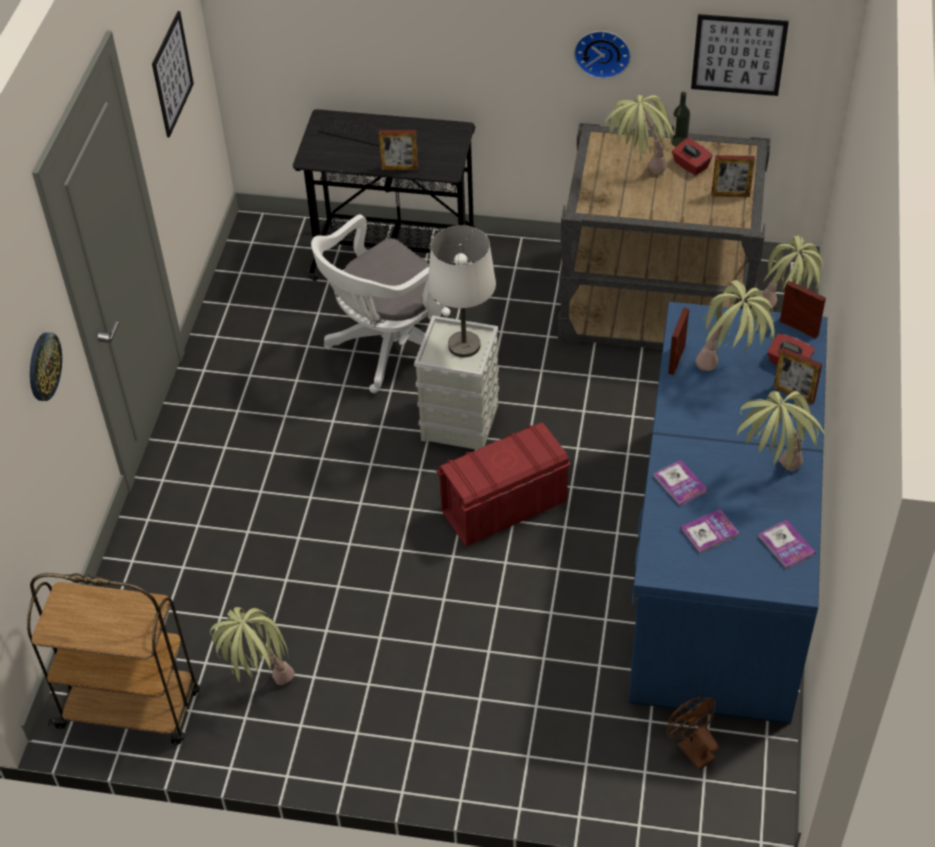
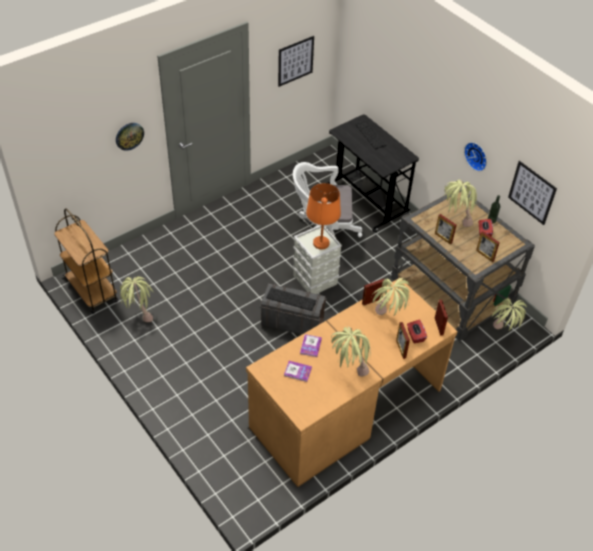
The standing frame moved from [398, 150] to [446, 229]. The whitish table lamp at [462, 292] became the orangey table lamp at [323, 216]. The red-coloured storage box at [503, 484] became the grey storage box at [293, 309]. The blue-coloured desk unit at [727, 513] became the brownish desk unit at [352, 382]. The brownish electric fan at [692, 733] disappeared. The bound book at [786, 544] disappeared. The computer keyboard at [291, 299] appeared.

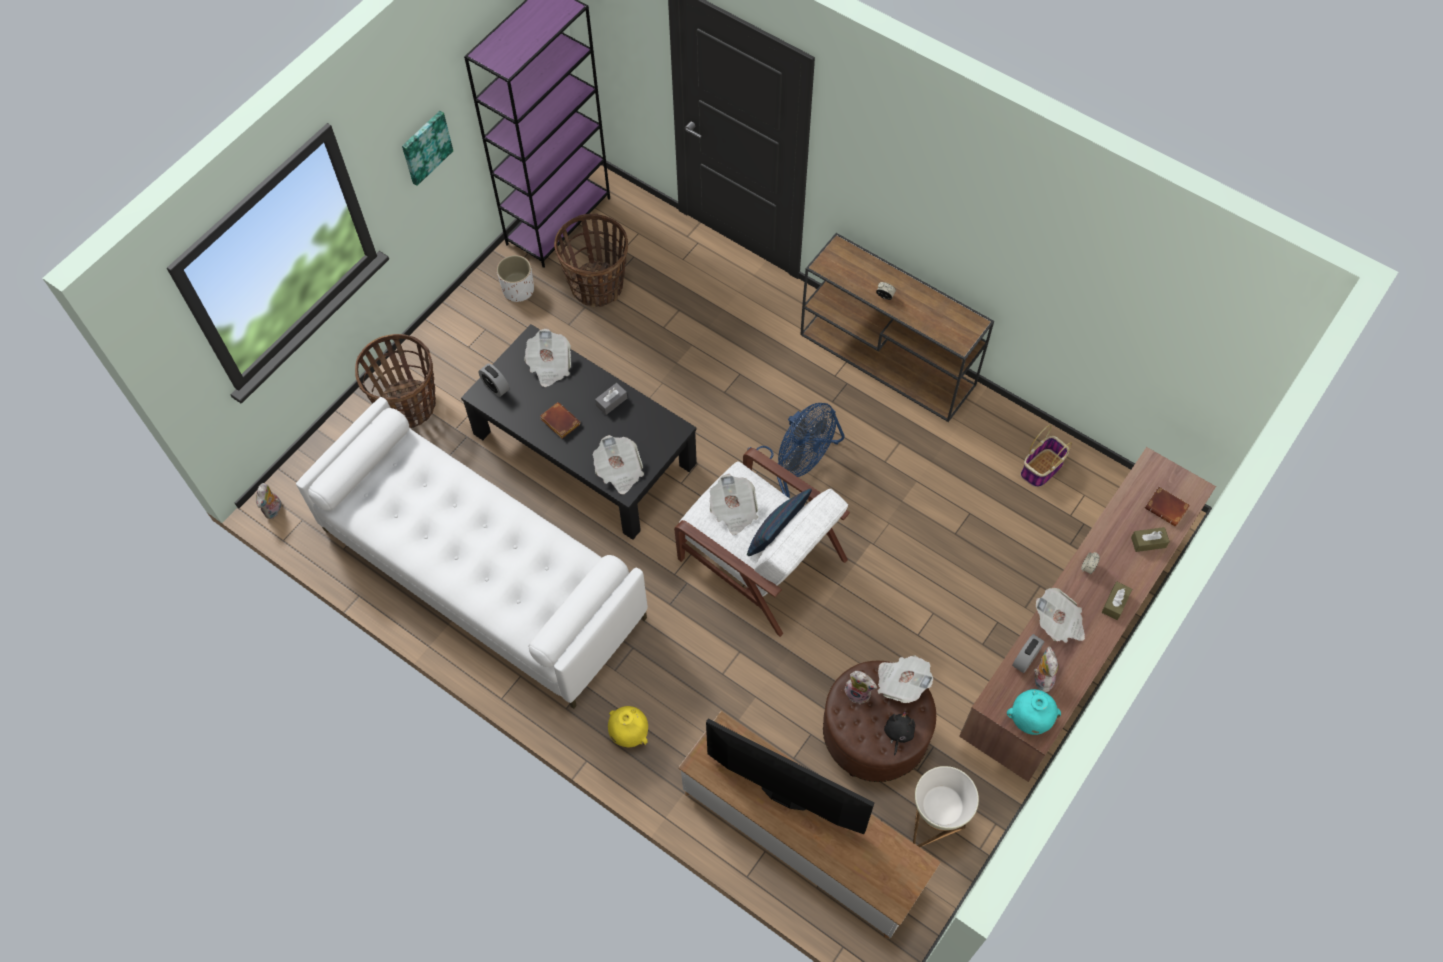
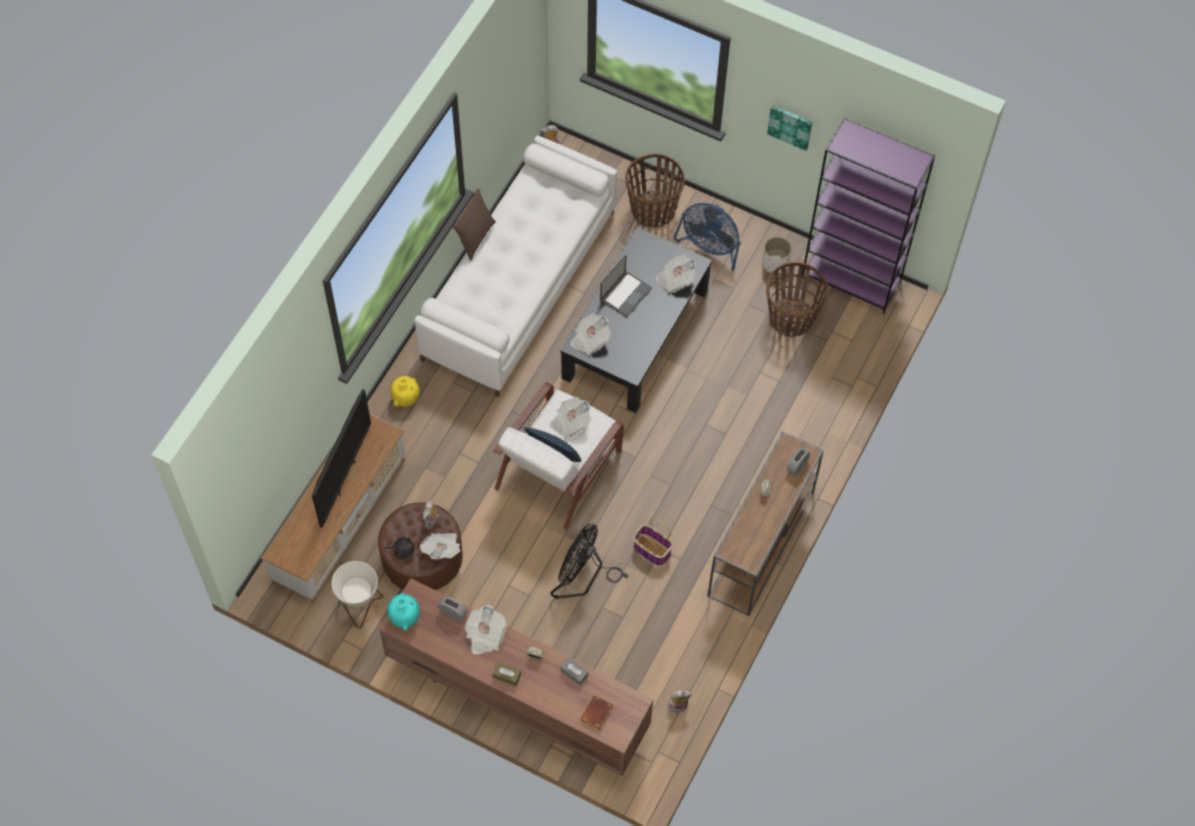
The table clock moved from [494, 380] to [798, 461]. The brownish bound book at [560, 420] was replaced by the portable computer at [626, 286]. The grey box of tissues moved from [611, 399] to [574, 671]. The blue-coloured electric fan moved from [796, 450] to [707, 237]. The household basket moved from [1046, 456] to [653, 542]. The cuddly toy moved from [1046, 669] to [680, 702]. The brownish box of tissues at [1150, 539] disappeared. The brownish cushion at [474, 224] appeared. The blackish electric fan at [589, 561] appeared.

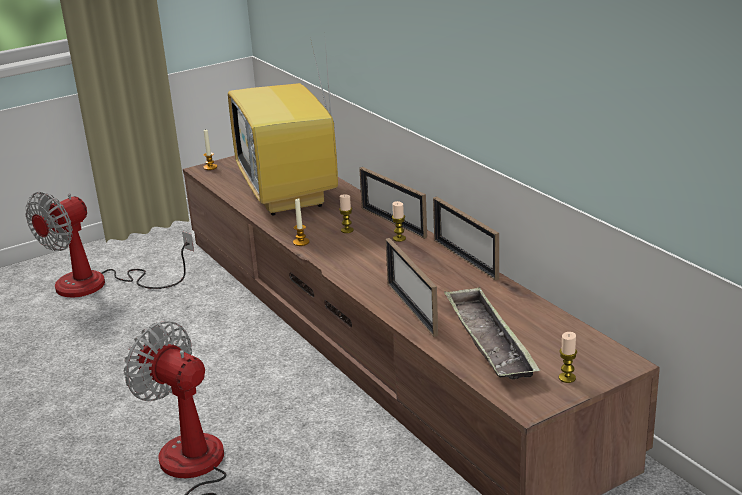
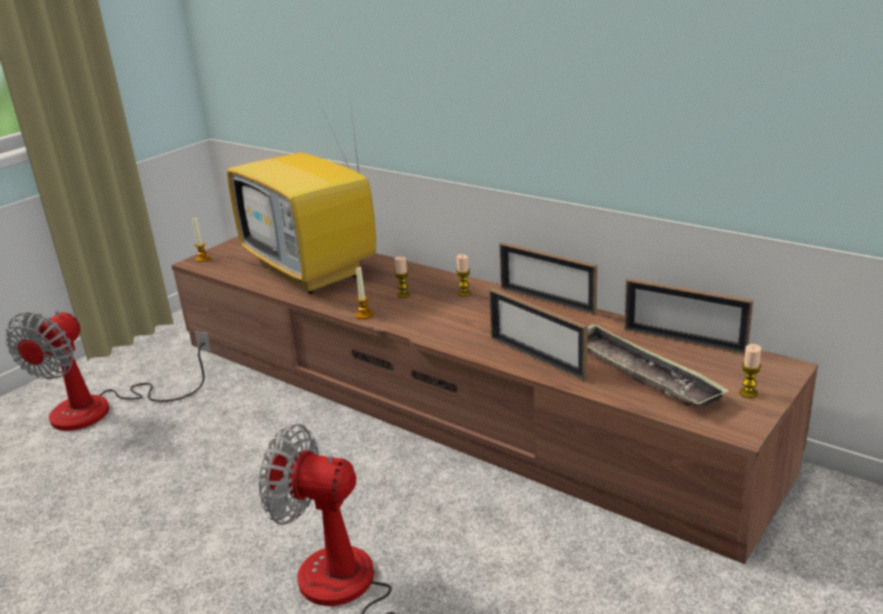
The standing frame moved from [393, 203] to [688, 316].

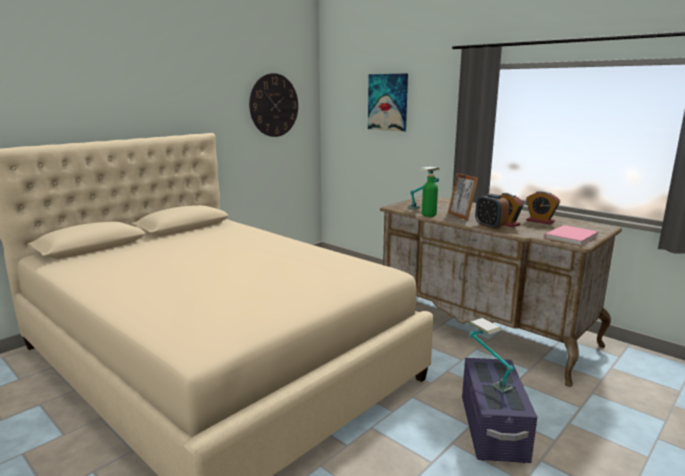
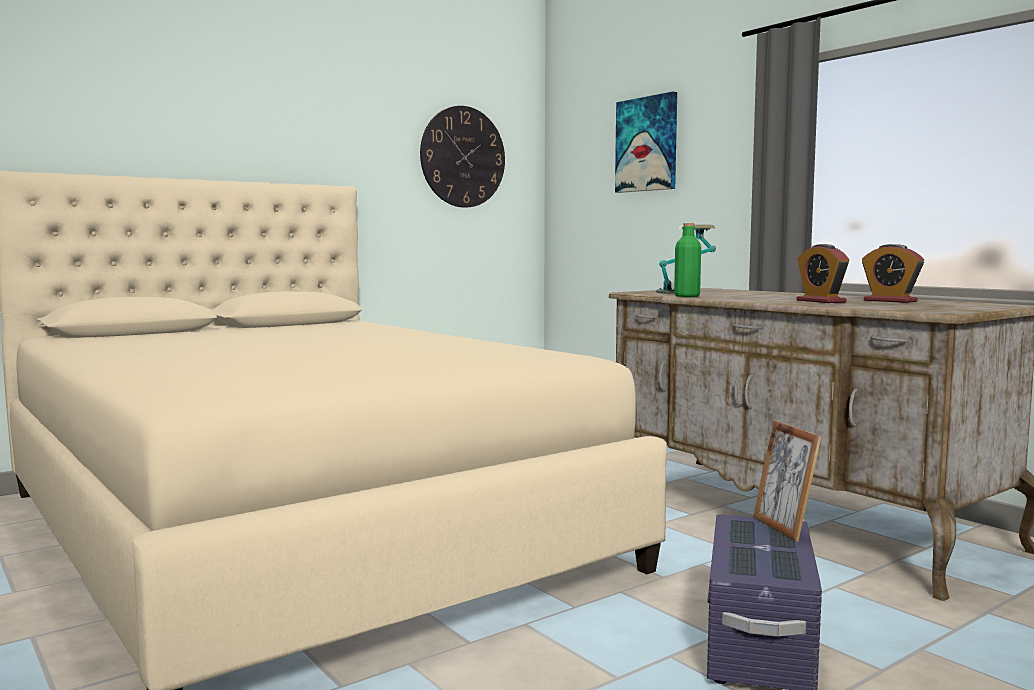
The standing frame moved from [463, 196] to [787, 481]. The table lamp at [491, 355] disappeared. The table clock at [492, 211] disappeared. The pink bound book at [571, 235] disappeared.

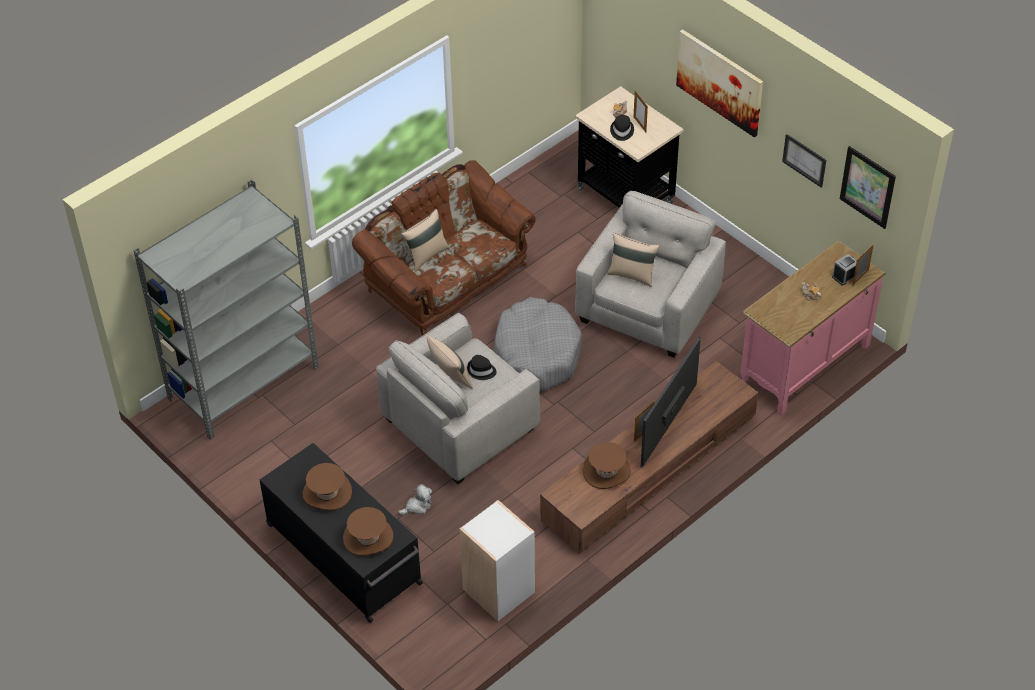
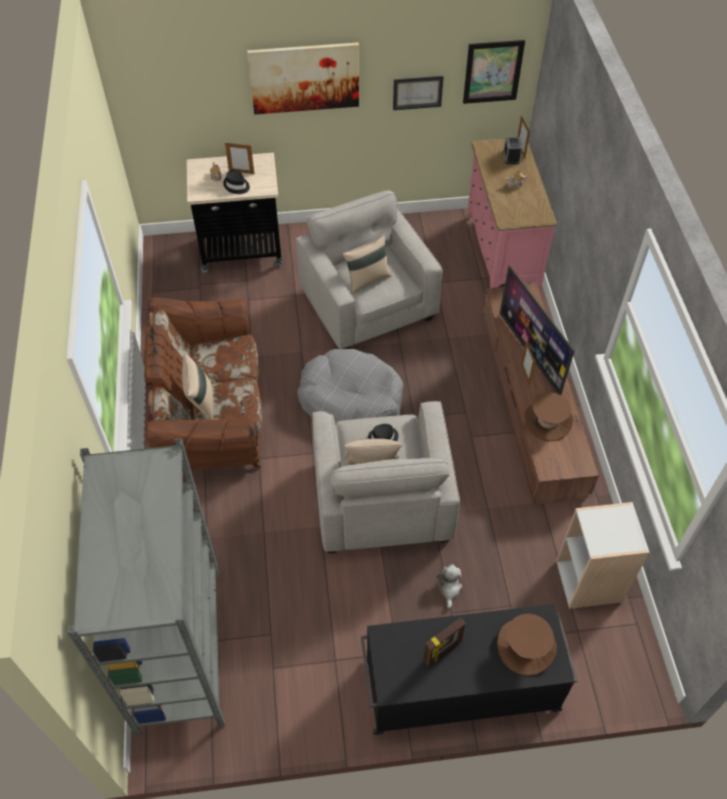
The brownish hat at [327, 486] was replaced by the standing frame at [444, 641].

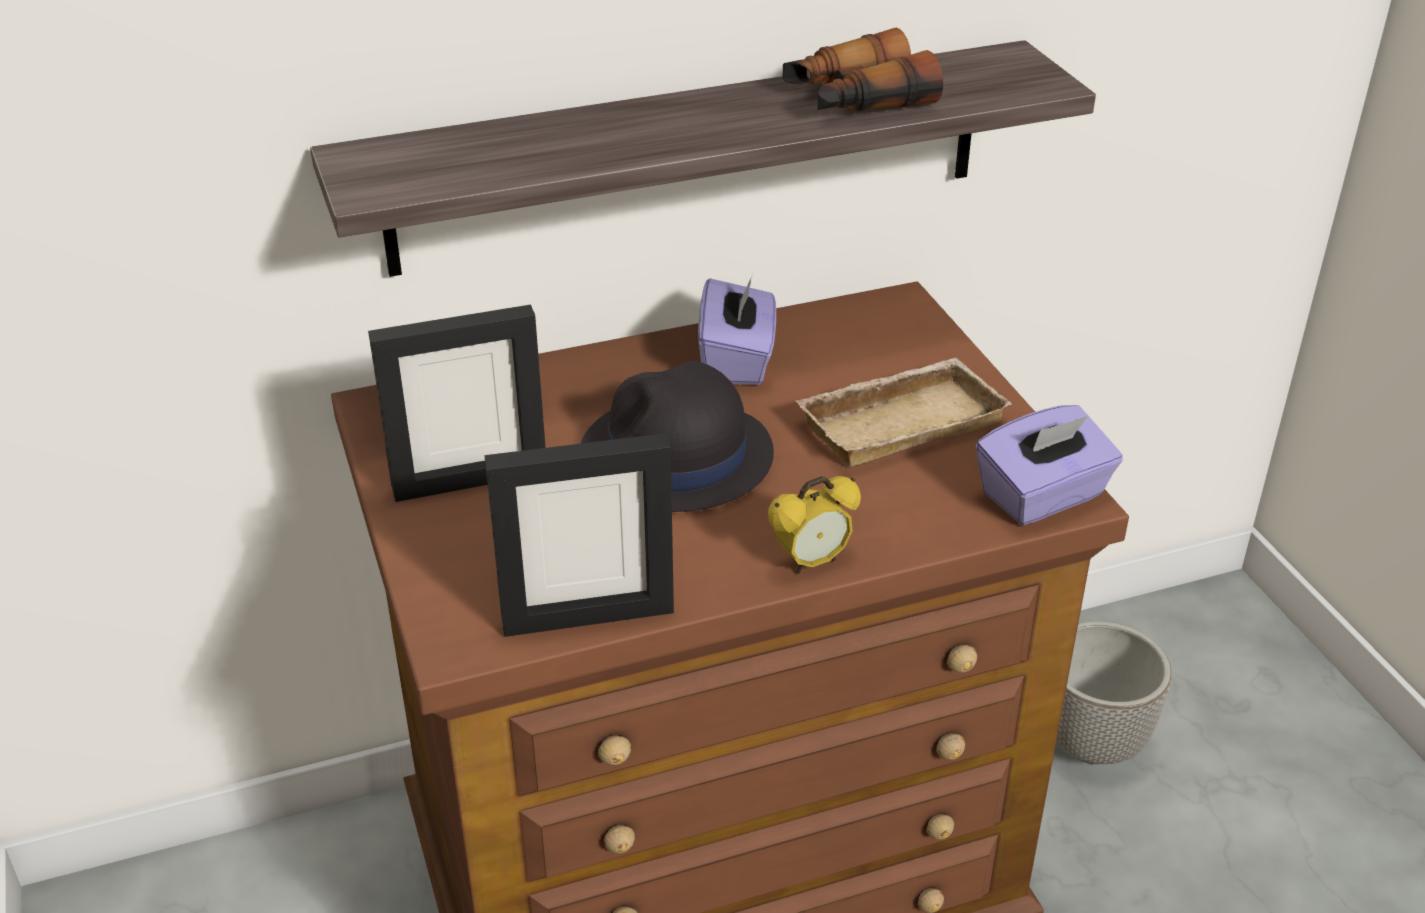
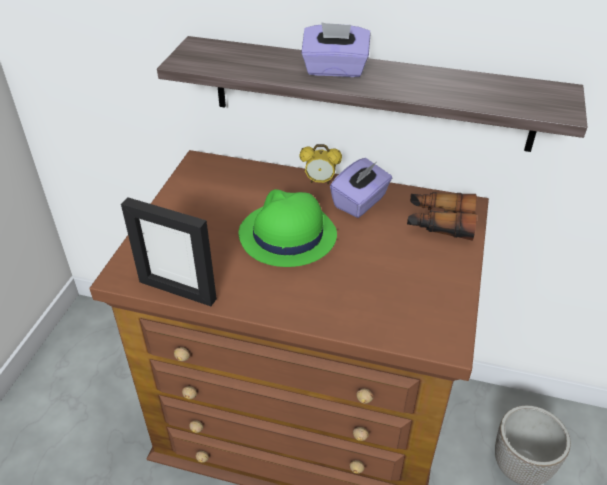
The standing frame at [457, 403] disappeared. The blackish hat at [677, 436] became the green-coloured hat at [287, 228]. The table clock moved from [814, 525] to [321, 164]. The binoculars moved from [863, 69] to [442, 216]. The beige carrying tray at [903, 412] disappeared. The purplish box of tissues moved from [1049, 465] to [335, 49].

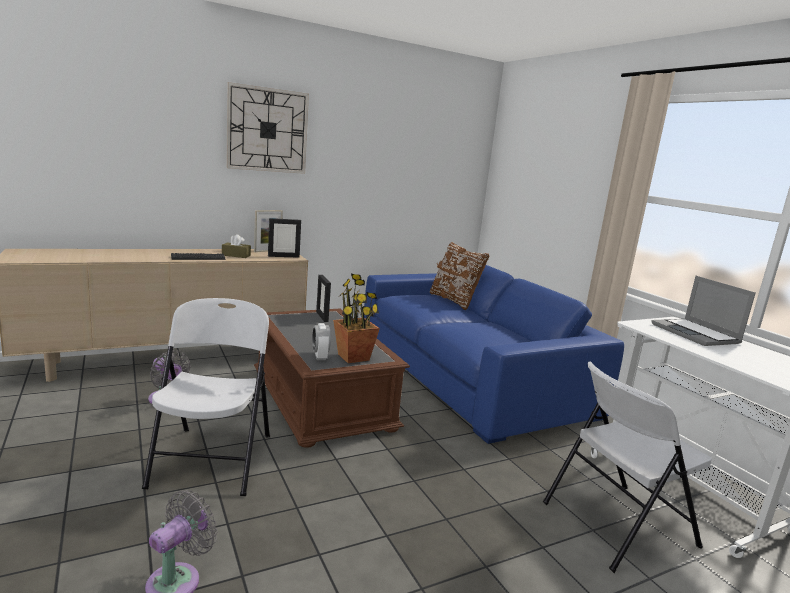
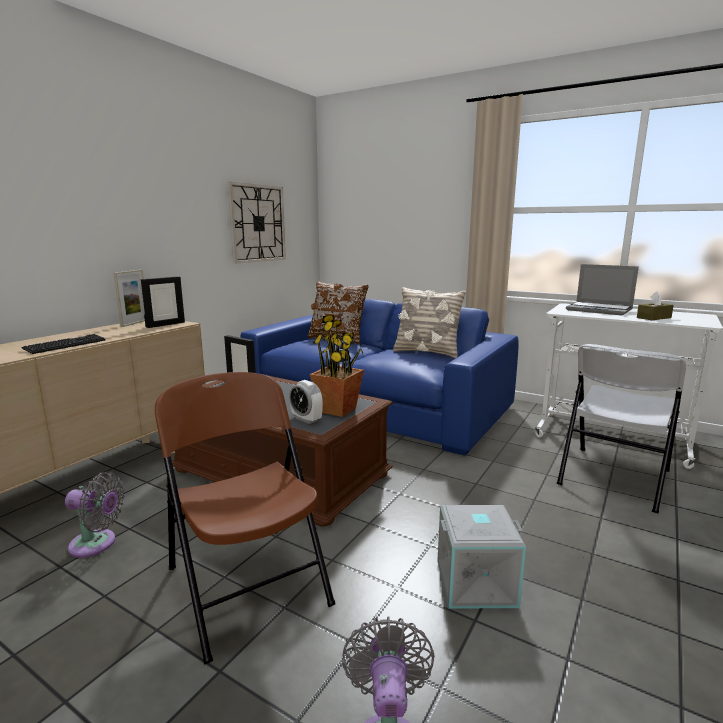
The whitish upright chair at [206, 397] became the brownish upright chair at [245, 518]. The brownish box of tissues moved from [236, 246] to [655, 306]. The hanging clock moved from [267, 128] to [257, 223]. The beige cushion at [429, 322] appeared. The grey storage box at [481, 557] appeared.

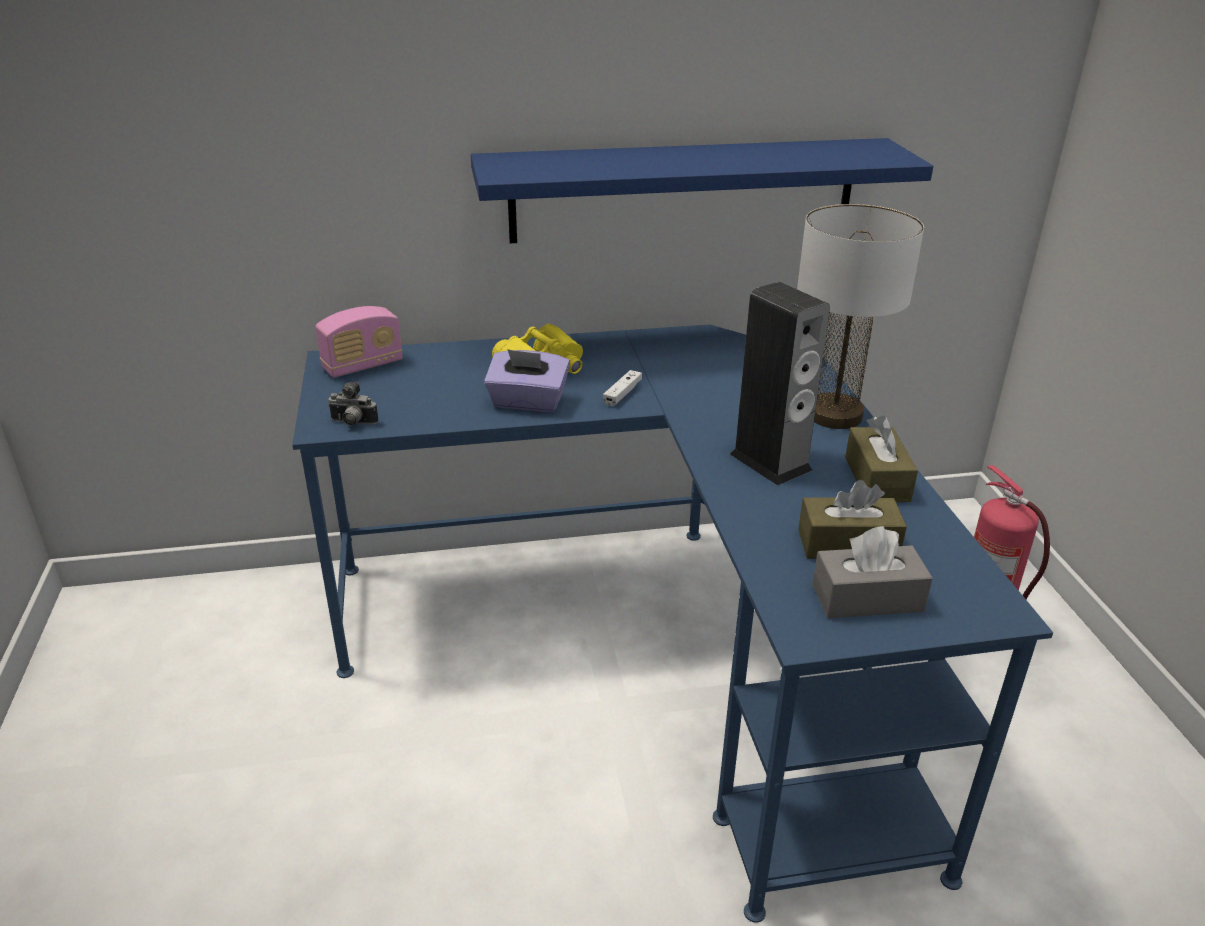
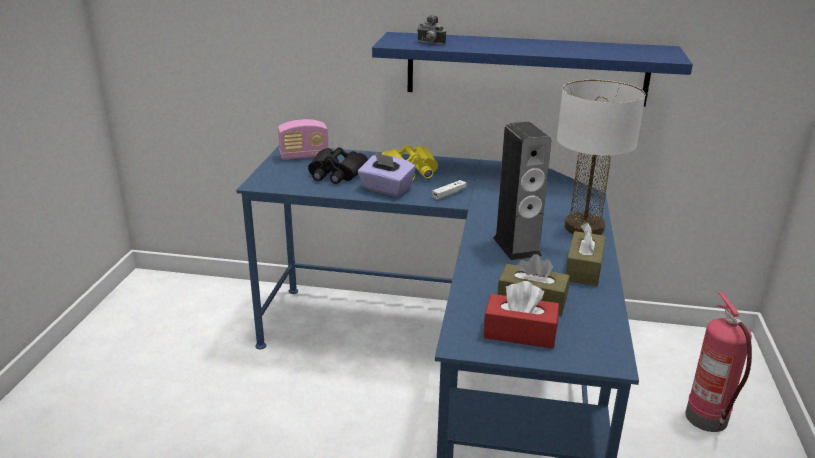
The photo camera moved from [353, 403] to [431, 30]. The grey box of tissues at [872, 572] became the red-coloured box of tissues at [521, 315]. The blackish binoculars at [338, 165] appeared.

